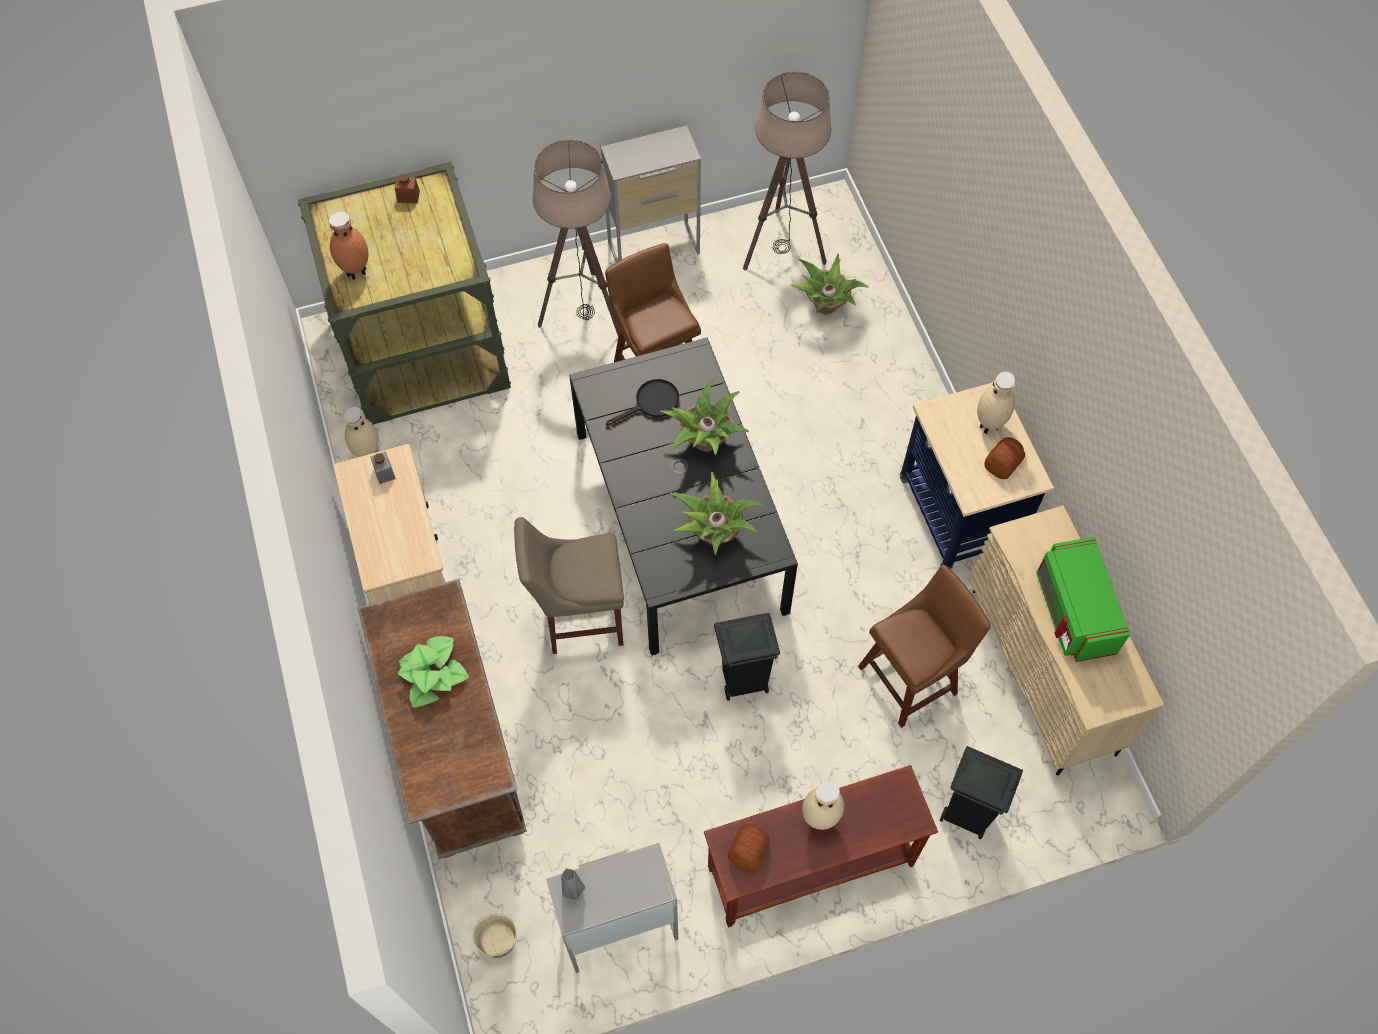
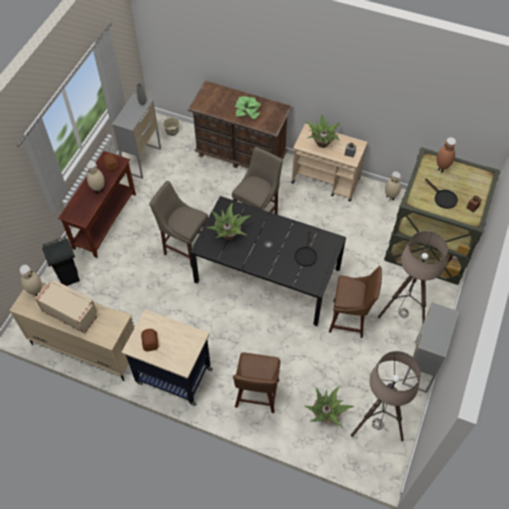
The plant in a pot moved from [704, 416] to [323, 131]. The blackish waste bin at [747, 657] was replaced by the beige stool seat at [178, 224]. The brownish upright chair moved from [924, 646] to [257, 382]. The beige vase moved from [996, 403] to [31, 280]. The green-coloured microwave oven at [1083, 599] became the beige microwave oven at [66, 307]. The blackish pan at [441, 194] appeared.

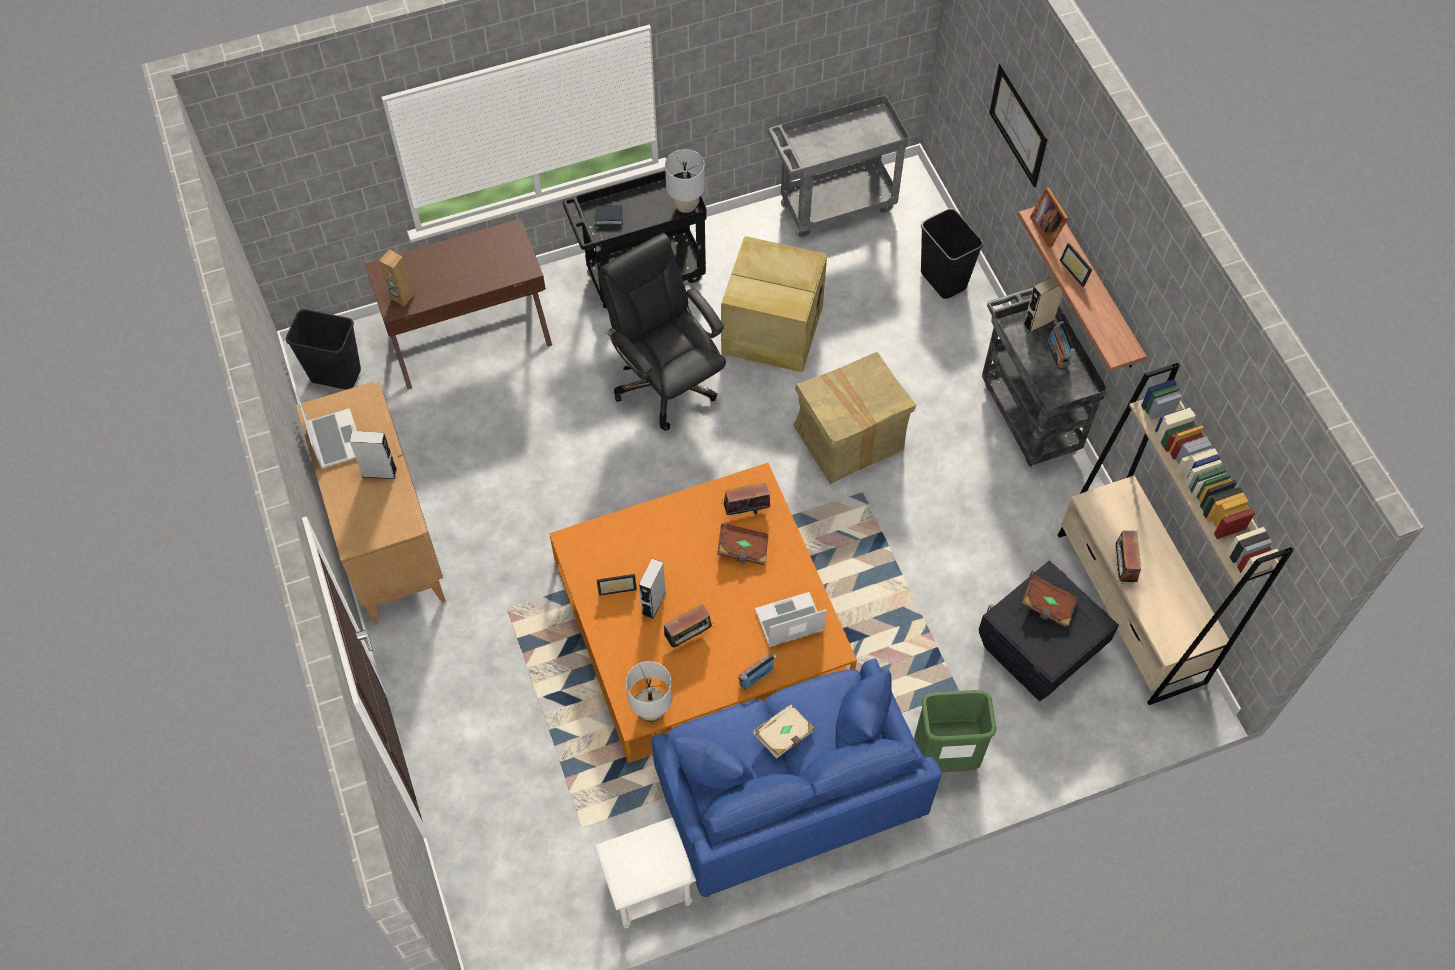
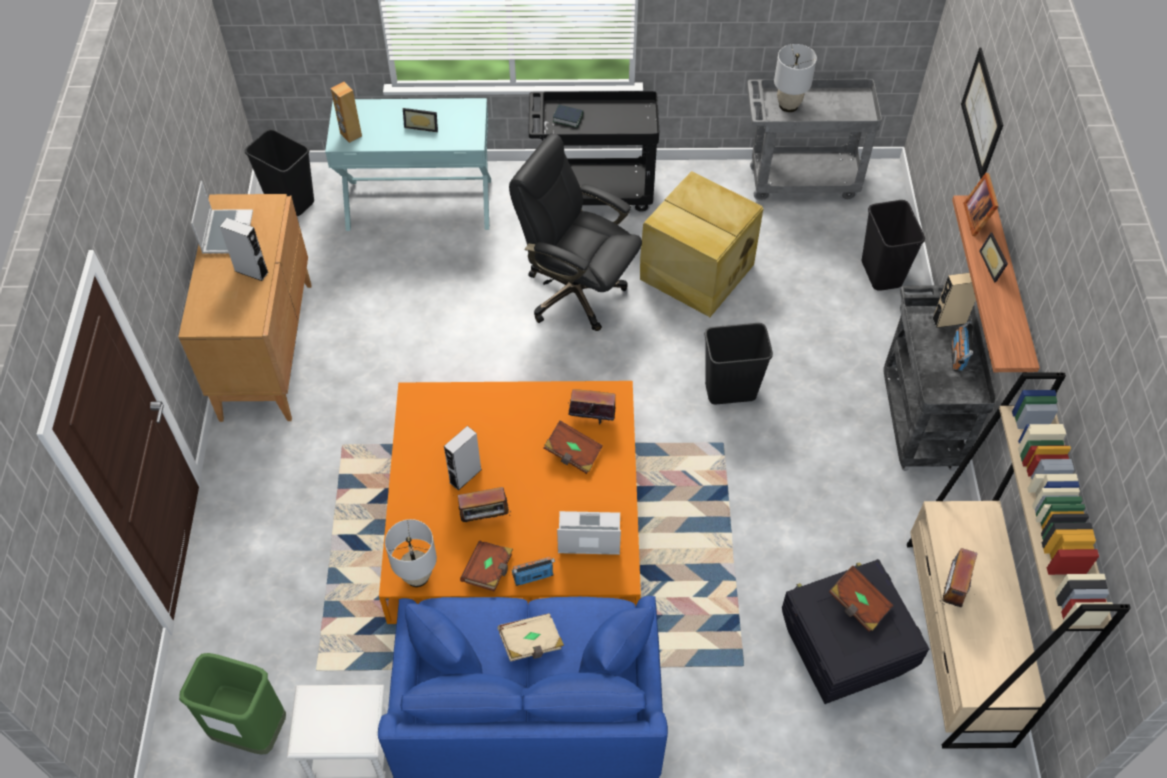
The brownish desk unit at [458, 303] became the turquoise-coloured desk unit at [408, 164]. The standing frame moved from [617, 585] to [420, 120]. The blackish computer chair at [662, 332] turned 45 degrees counterclockwise. The whitish table lamp moved from [685, 182] to [795, 78]. The packing box at [855, 418] was replaced by the blackish waste bin at [739, 363]. The green-coloured waste bin moved from [955, 731] to [232, 704]. The brownish bound book at [486, 566] appeared.

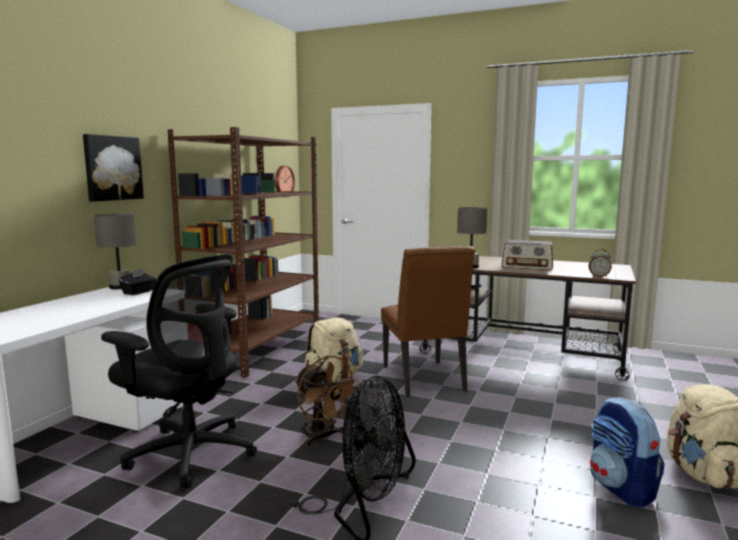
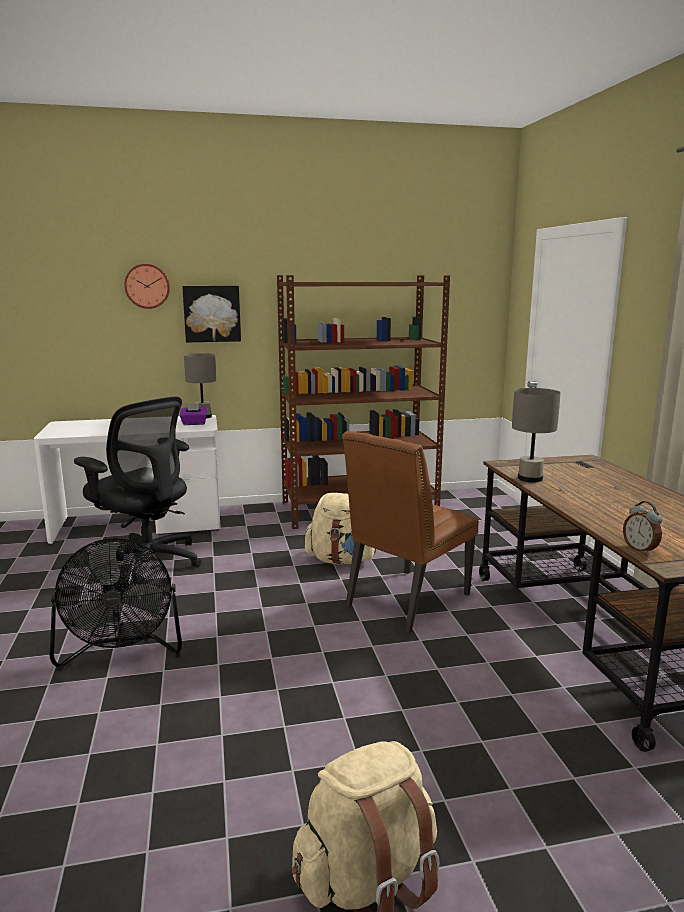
The blackish computer chair at [179, 371] turned 45 degrees counterclockwise. The blackish box of tissues at [137, 281] became the purplish box of tissues at [193, 414]. The hanging clock moved from [285, 178] to [147, 286]. The brownish electric fan at [328, 401] disappeared. The radio receiver at [527, 255] disappeared. The knapsack at [627, 452] disappeared.

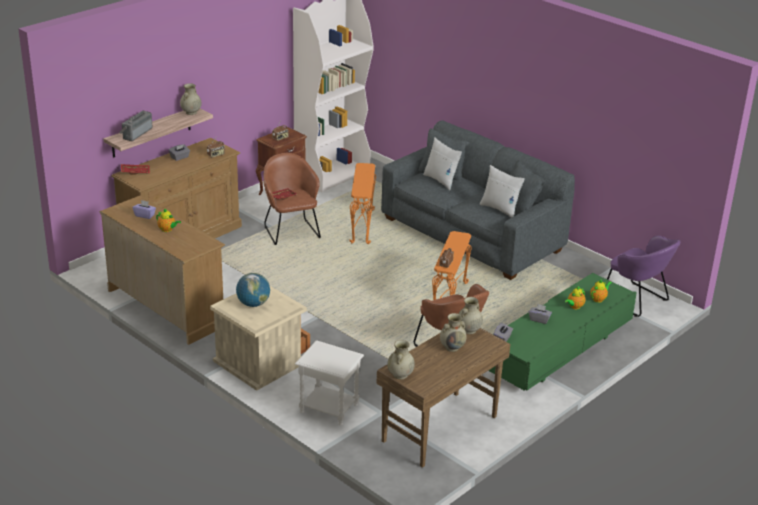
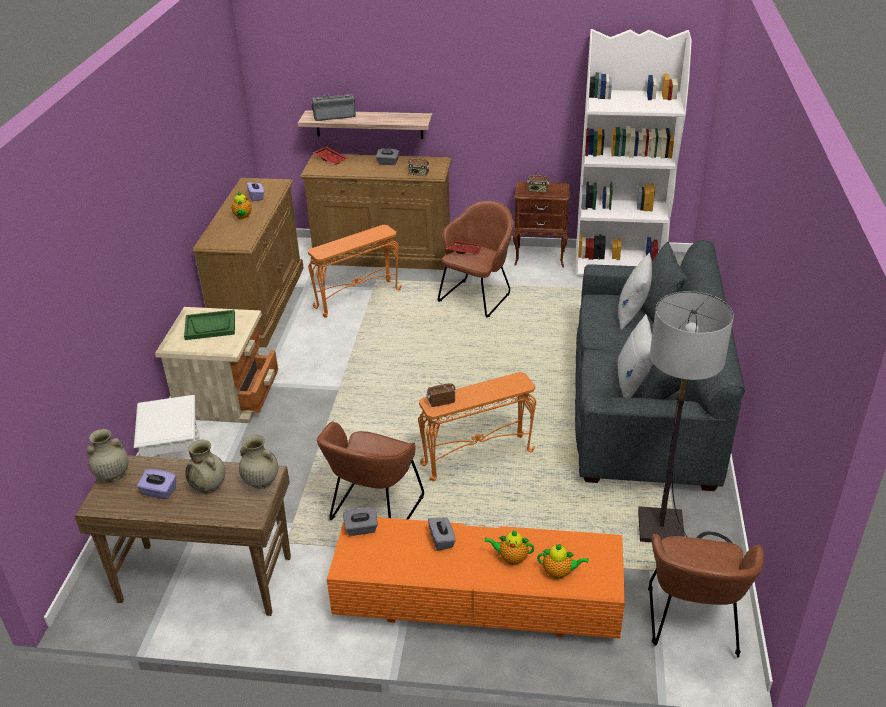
The beige vase at [190, 99] disappeared. The world globe at [253, 290] was replaced by the green-coloured carrying tray at [209, 325]. The orangey accent table moved from [363, 203] to [355, 271]. The green-coloured tv unit at [562, 332] became the orangey tv unit at [476, 578]. The purplish lounge chair at [644, 276] became the brownish lounge chair at [706, 596]. The purplish box of tissues at [156, 484] appeared. The standard lamp at [686, 417] appeared.

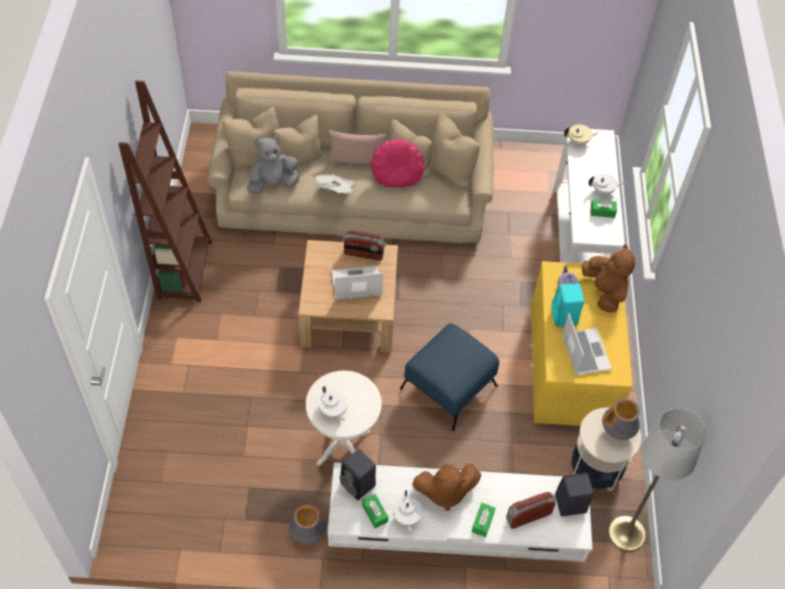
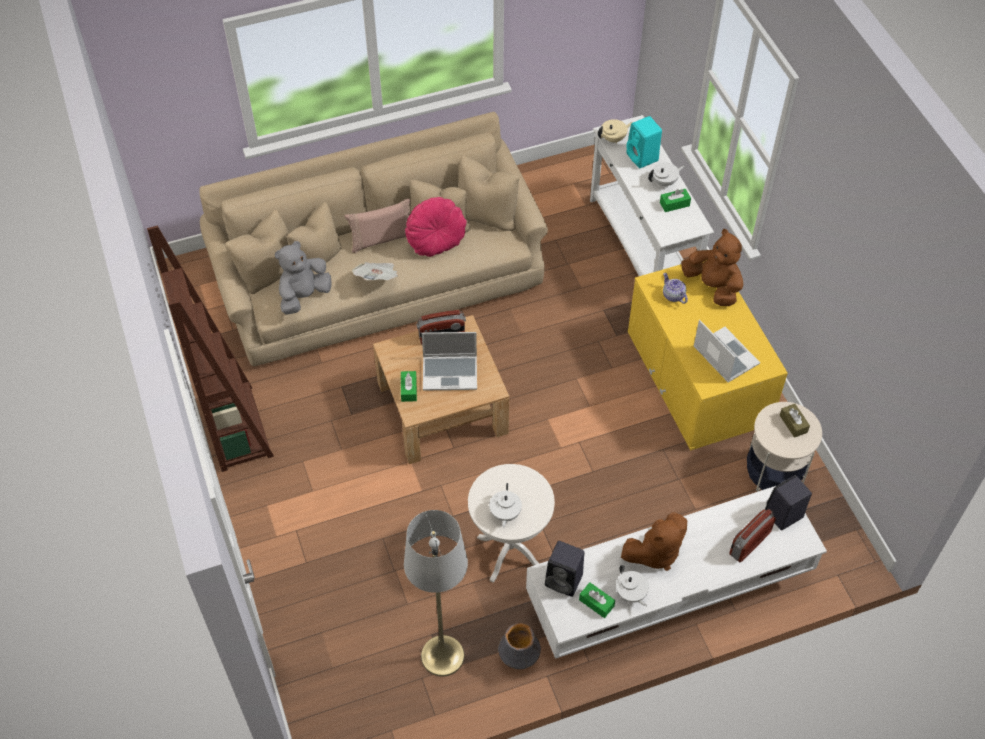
The whitish tea pot at [333, 403] turned 60 degrees clockwise. The portable computer at [357, 283] turned 150 degrees counterclockwise. The blue-coloured footrest at [449, 377] disappeared. The green-coloured box of tissues moved from [483, 520] to [409, 386]. The turquoise-coloured speaker moved from [567, 305] to [644, 142]. The vase at [621, 419] was replaced by the brownish box of tissues at [795, 421]. The grey standard lamp moved from [657, 480] to [436, 593].

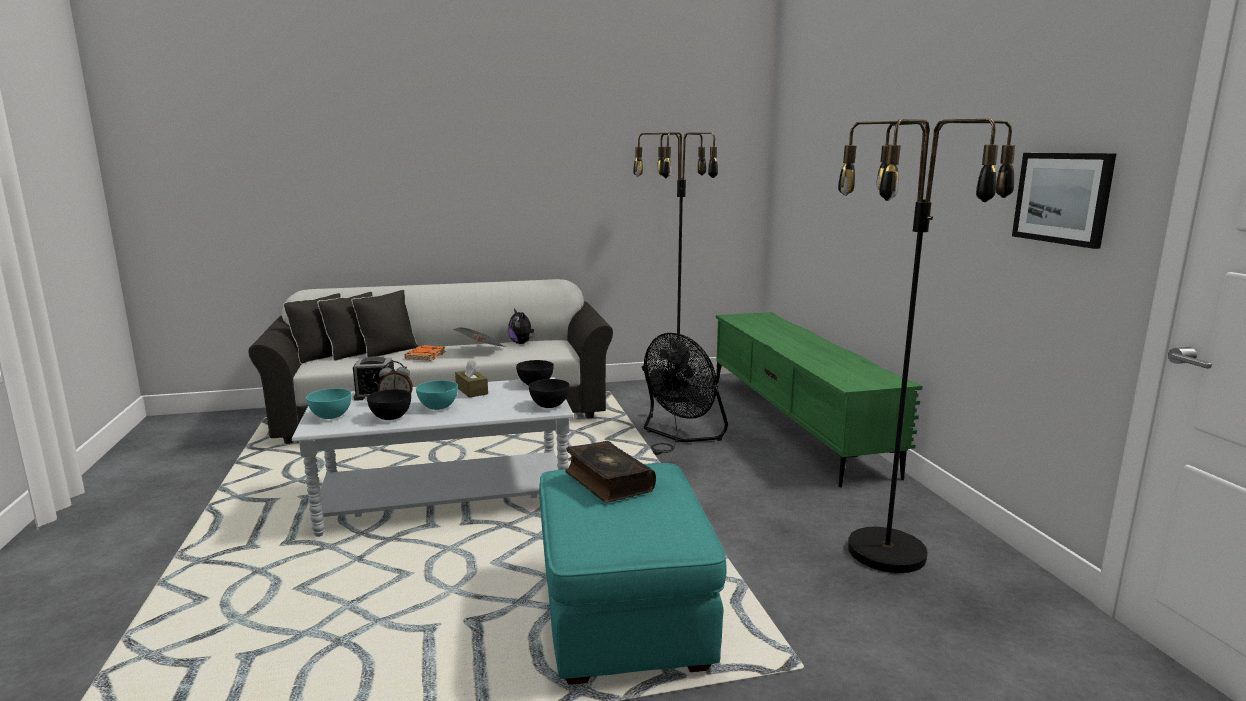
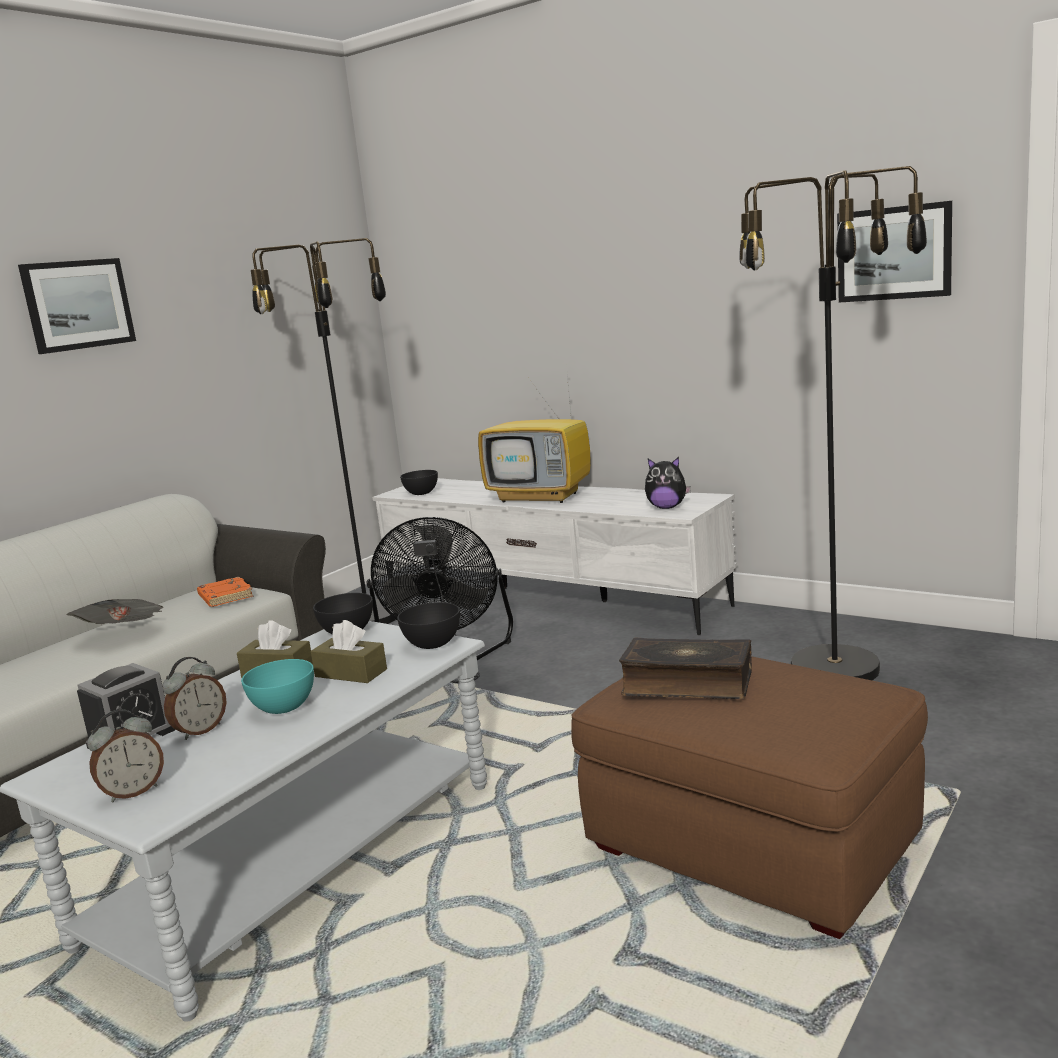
The turquoise-coloured bowl at [329, 403] was replaced by the table clock at [125, 755]. The blackish bowl moved from [389, 404] to [419, 482]. The orangey bound book moved from [424, 353] to [225, 592]. The cuddly toy moved from [521, 326] to [668, 483]. The turquoise-coloured footrest at [633, 574] became the brownish footrest at [749, 797]. The green-coloured tv unit at [819, 399] became the whitish tv unit at [555, 556]. The wall art at [77, 306] appeared. The brownish box of tissues at [349, 651] appeared. The TV at [534, 434] appeared.

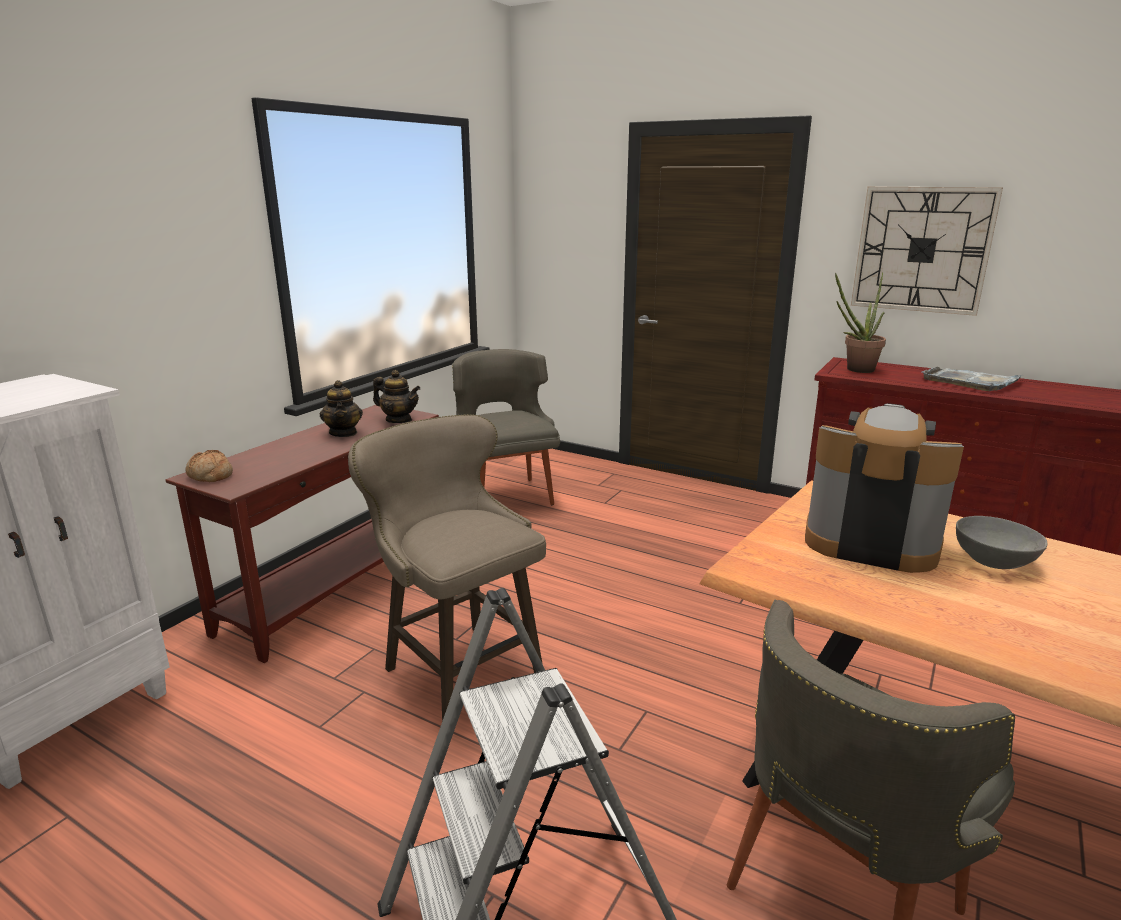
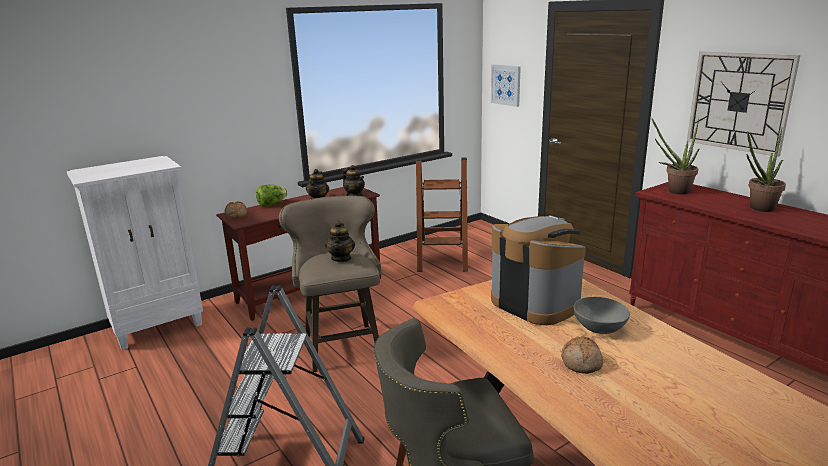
The grey upright chair at [506, 427] was replaced by the brownish stepladder at [442, 215]. The grey carrying tray at [972, 379] was replaced by the plant in a pot at [766, 170]. The head of lettuce at [271, 196] appeared. The tea pot at [340, 241] appeared. The wall art at [506, 85] appeared. The bread at [582, 355] appeared.

